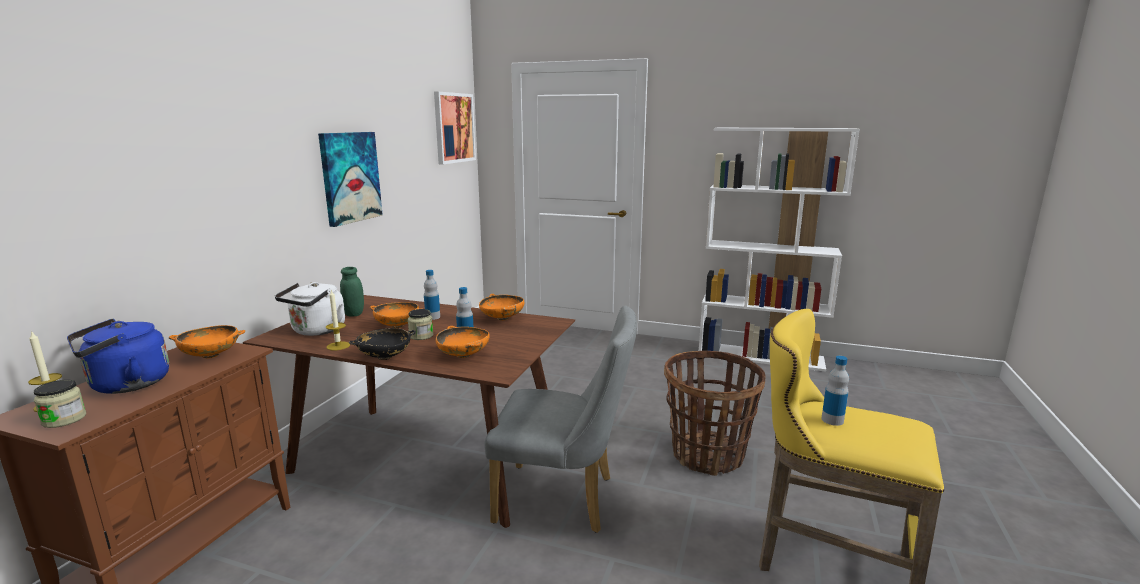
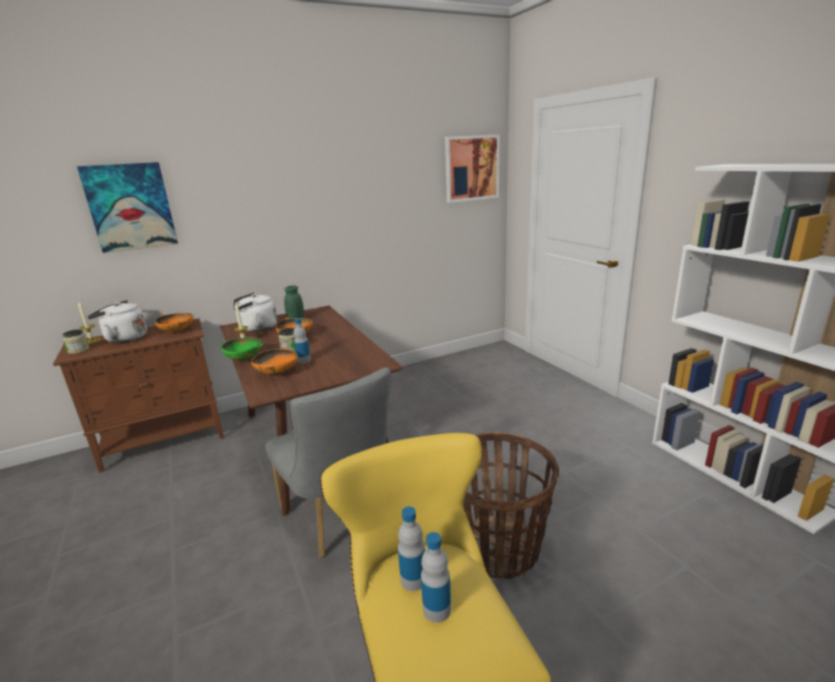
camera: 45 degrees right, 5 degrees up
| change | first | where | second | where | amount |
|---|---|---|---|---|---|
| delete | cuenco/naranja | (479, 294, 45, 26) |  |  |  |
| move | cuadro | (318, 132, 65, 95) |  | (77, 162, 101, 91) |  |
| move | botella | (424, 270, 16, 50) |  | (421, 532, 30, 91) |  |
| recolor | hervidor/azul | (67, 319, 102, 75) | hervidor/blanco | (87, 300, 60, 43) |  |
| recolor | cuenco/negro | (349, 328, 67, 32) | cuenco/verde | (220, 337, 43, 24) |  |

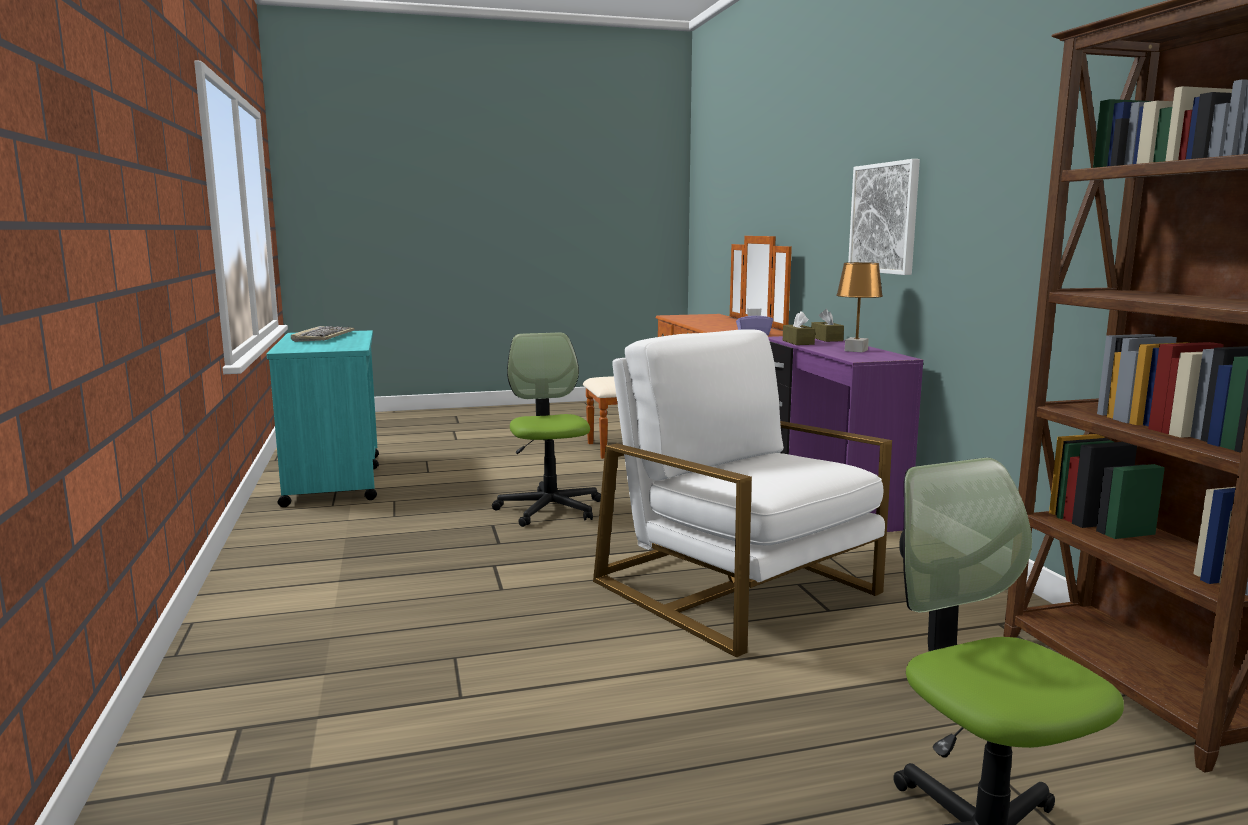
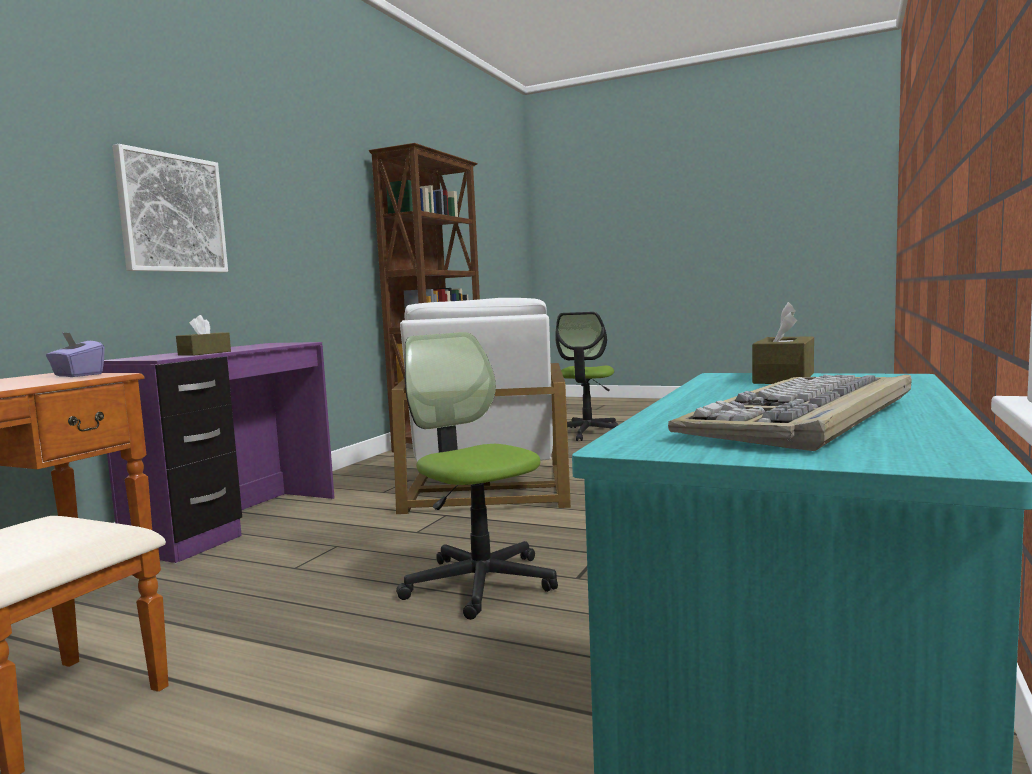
camera: 140 degrees left, 5 degrees down
| change | first | where | second | where | amount |
|---|---|---|---|---|---|
| delete | lámpara de mesa/marrón | (836, 262, 47, 90) |  |  |  |
| move | caja de pañuelos/marrón | (811, 309, 33, 33) |  | (752, 302, 62, 82) |  |
| rotate | silla de oficina | (492, 332, 109, 195) |  | (396, 332, 162, 288) | 120 degrees clockwise |

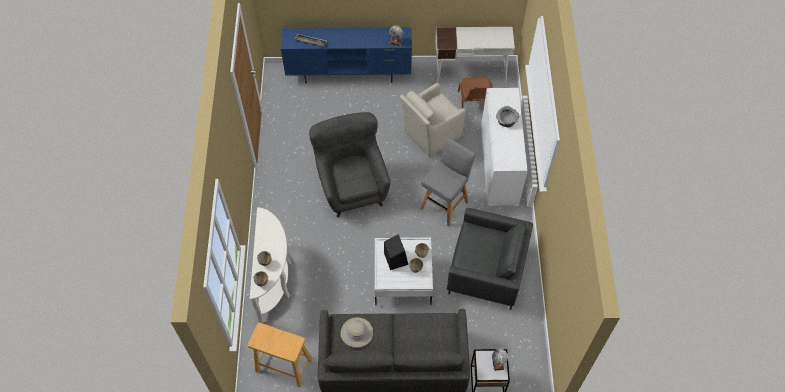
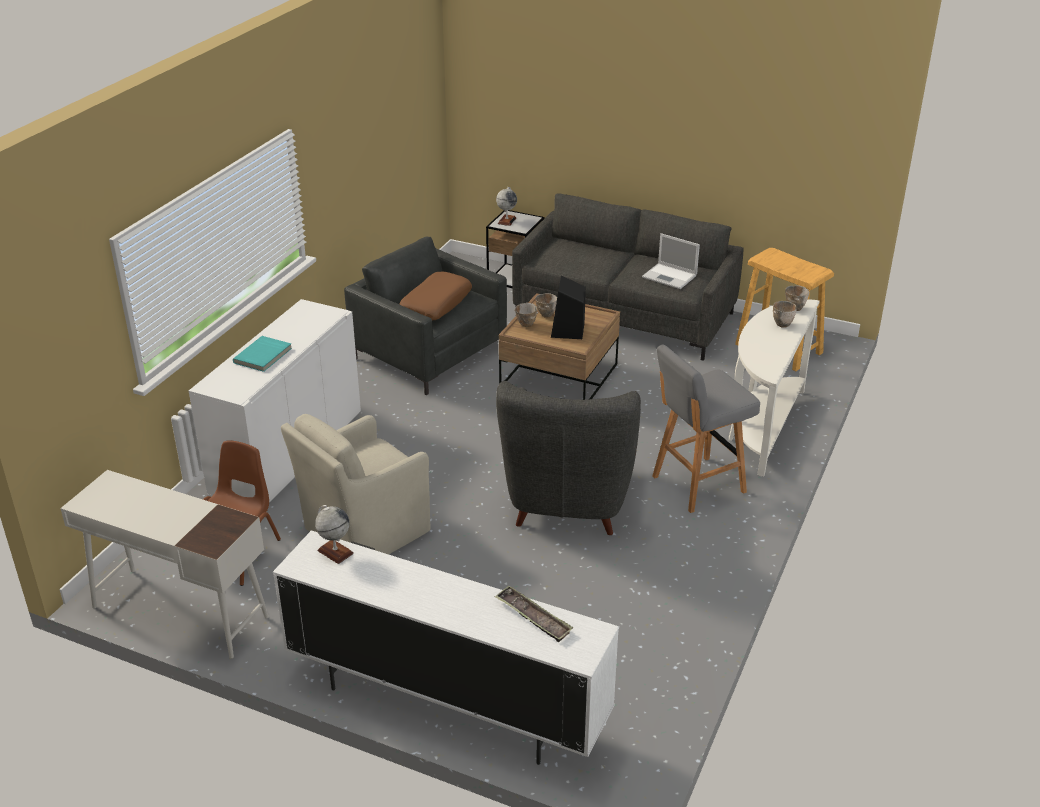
camera: 155 degrees left, 25 degrees down
| change | first | where | second | where | amount |
|---|---|---|---|---|---|
| insert |  |  | cojín/marrón | (399, 271, 73, 49) |  |
| move | taburete/gris | (421, 138, 55, 89) |  | (652, 345, 108, 168) |  |
| replace | sombrero/beis | (341, 317, 32, 31) | portátil | (642, 233, 58, 56) |  |
| replace | cuenco/gris | (496, 106, 23, 21) | libro/turquesa | (233, 336, 59, 36) |  |
| recolor | mueble de televisión/azul | (281, 27, 131, 56) | mueble de televisión/blanco | (273, 530, 346, 235) |  |
| recolor | mesa de centro/blanco | (375, 238, 58, 67) | mesa de centro/marrón | (499, 293, 121, 107) |  |
| rotate | sillón/beis | (400, 83, 66, 74) |  | (281, 414, 149, 140) | 150 degrees clockwise |

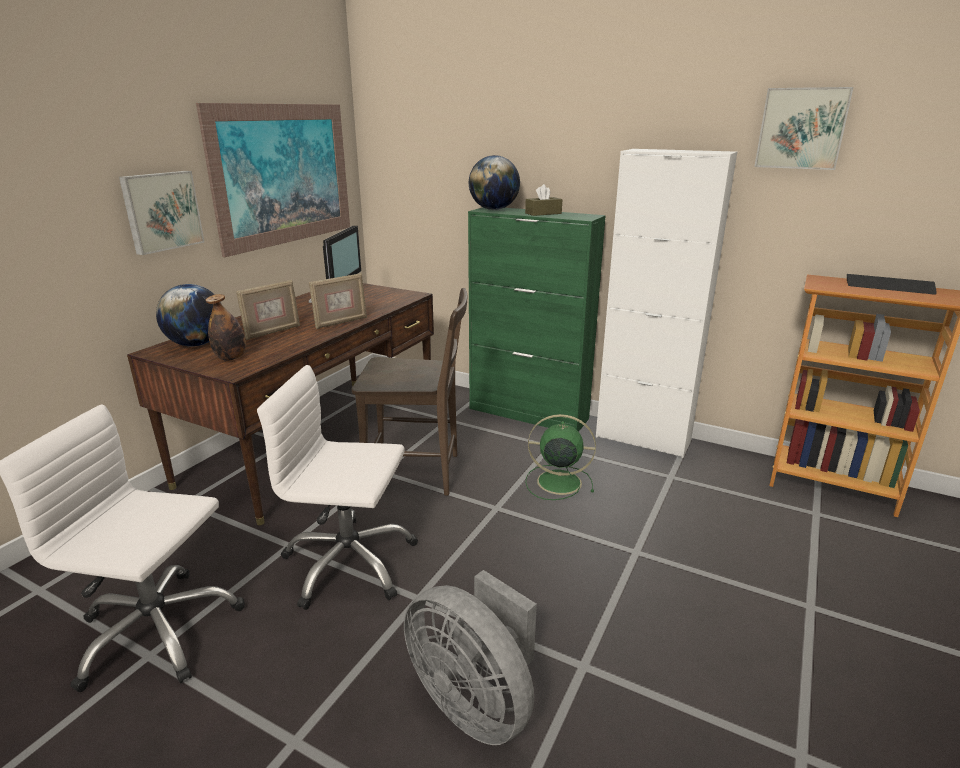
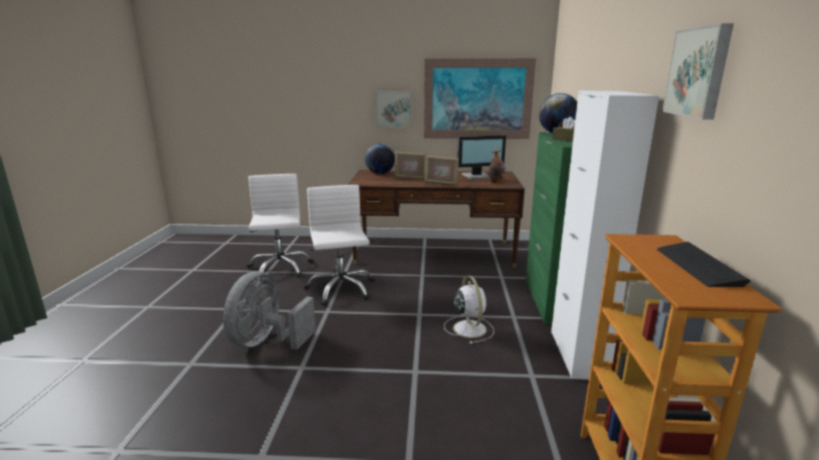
camera: 65 degrees right, 5 degrees down
| change | first | where | second | where | amount |
|---|---|---|---|---|---|
| delete | silla/marrón | (352, 288, 115, 208) |  |  |  |
| move | botella | (206, 294, 40, 67) |  | (489, 150, 17, 33) |  |
| recolor | ventilador/verde | (526, 414, 70, 86) | ventilador/blanco | (444, 276, 50, 68) |  |

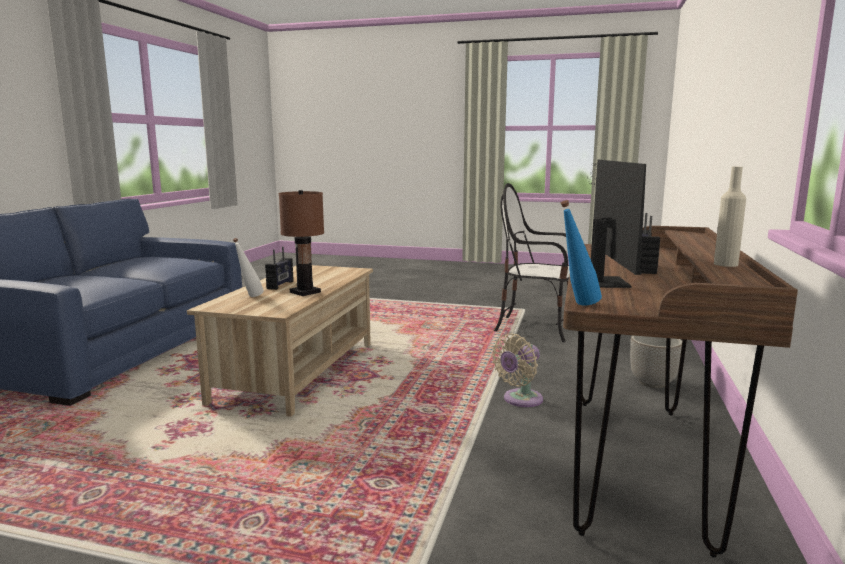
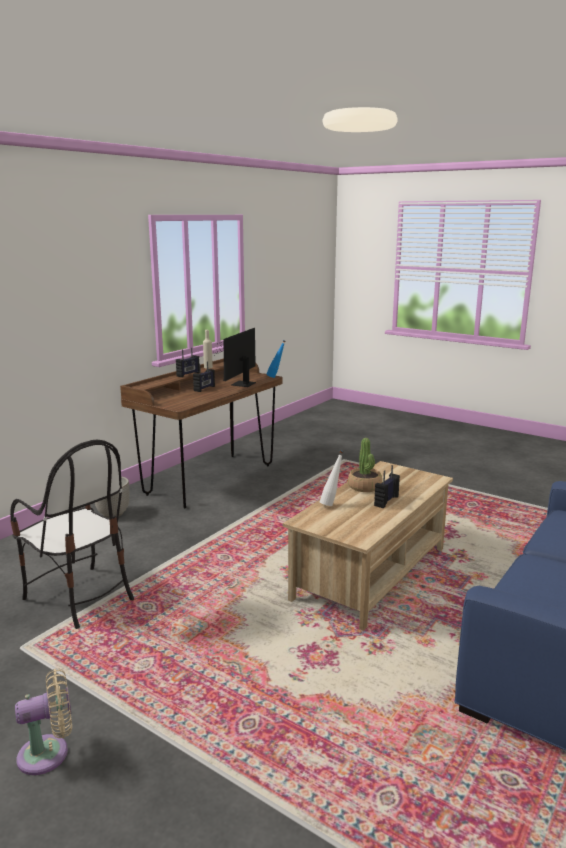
camera: 160 degrees left, 5 degrees up
| change | first | where | second | where | amount |
|---|---|---|---|---|---|
| insert |  |  | radio | (176, 348, 23, 29) |  |
| move | botella/blanco | (233, 238, 31, 59) |  | (320, 450, 24, 56) |  |
| move | ventilador/beis | (492, 333, 51, 74) |  | (15, 669, 57, 106) |  |
| replace | lámpara de mesa/marrón | (279, 190, 45, 106) | planta en maceta | (348, 438, 35, 54) |  |

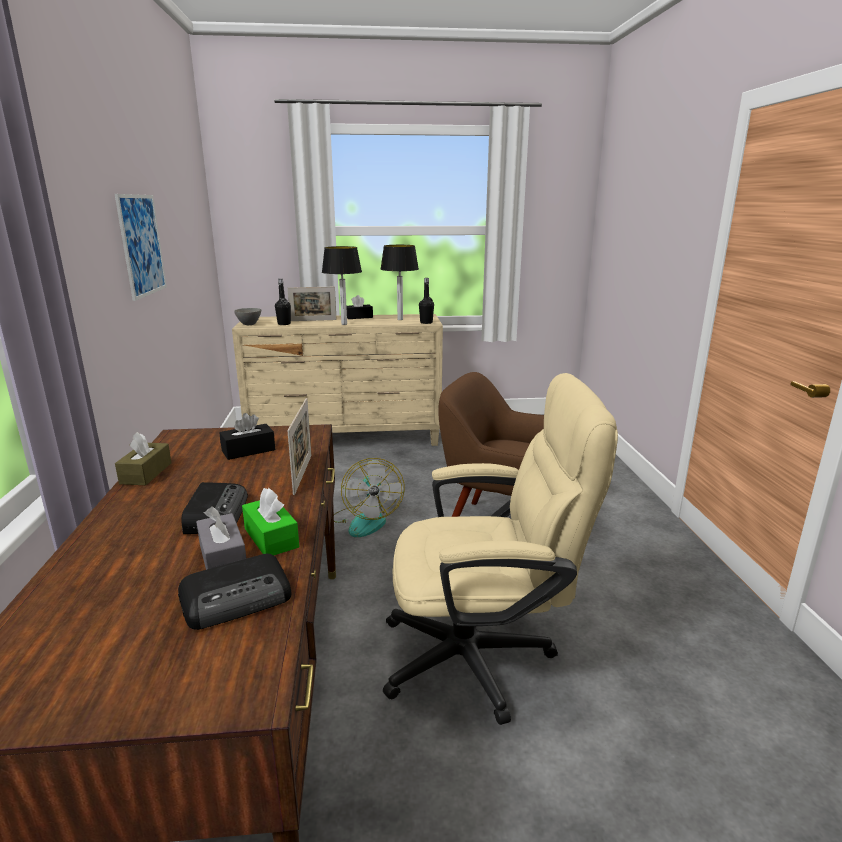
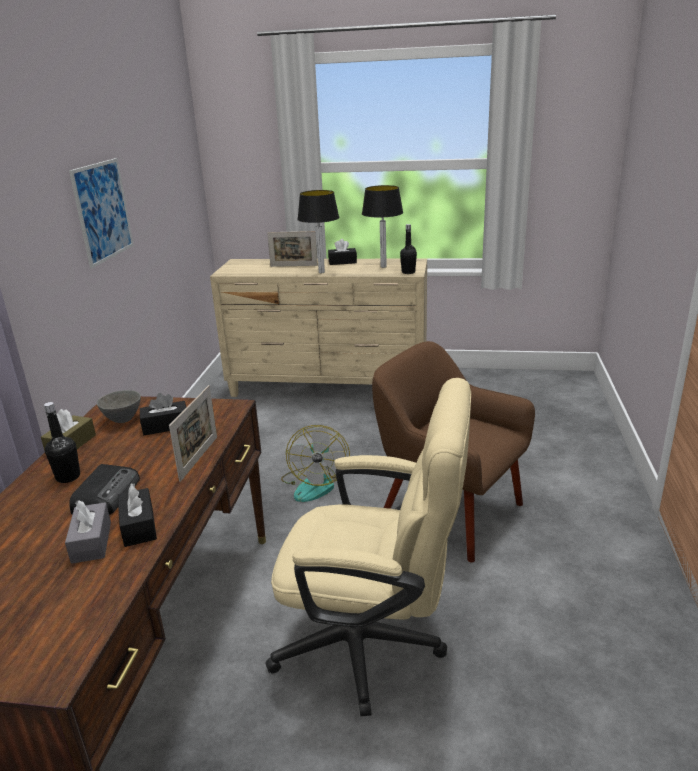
camera: 15 degrees right, 5 degrees up
| change | first | where | second | where | amount |
|---|---|---|---|---|---|
| delete | radio | (178, 554, 113, 76) |  |  |  |
| move | cuenco/gris | (234, 308, 27, 17) |  | (97, 390, 44, 33) |  |
| move | botella/negro | (275, 279, 16, 46) |  | (44, 402, 36, 81) |  |
| recolor | caja de pañuelos/verde | (242, 488, 57, 67) | caja de pañuelos/negro | (118, 483, 39, 64) |  |

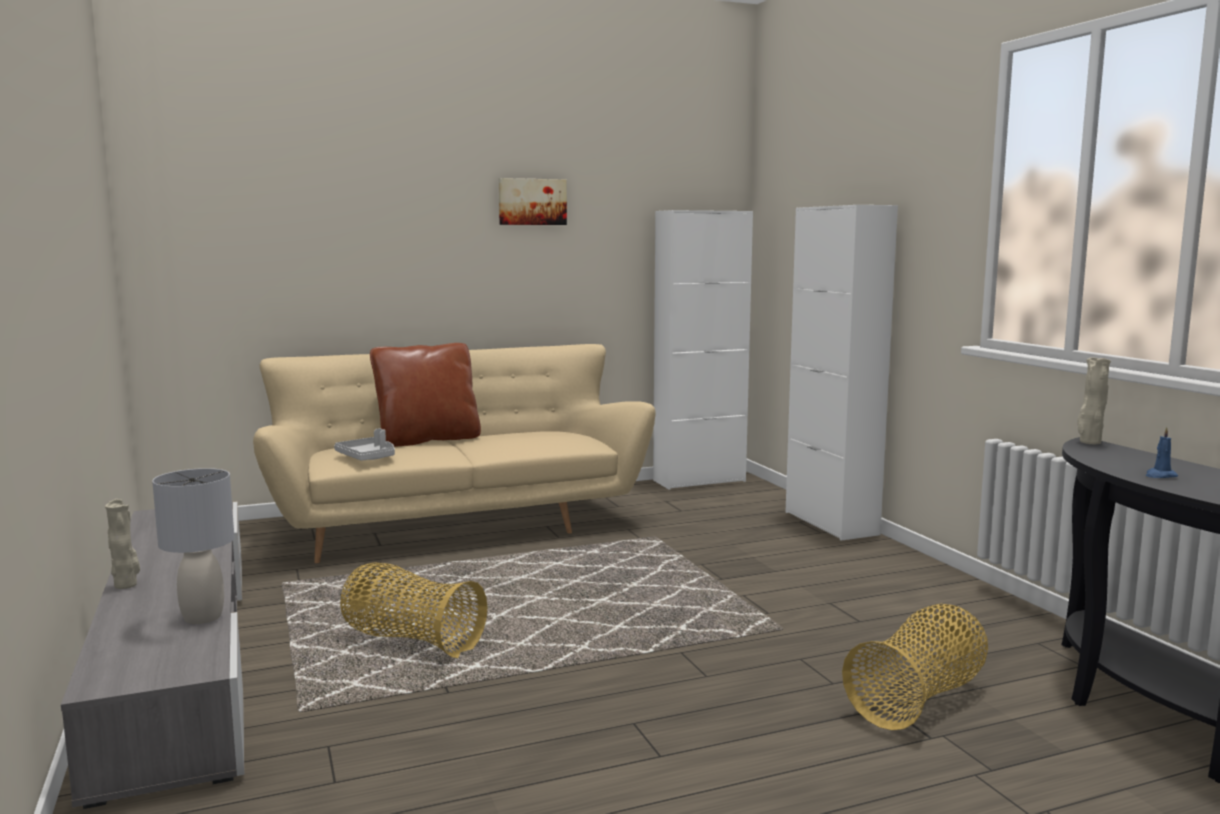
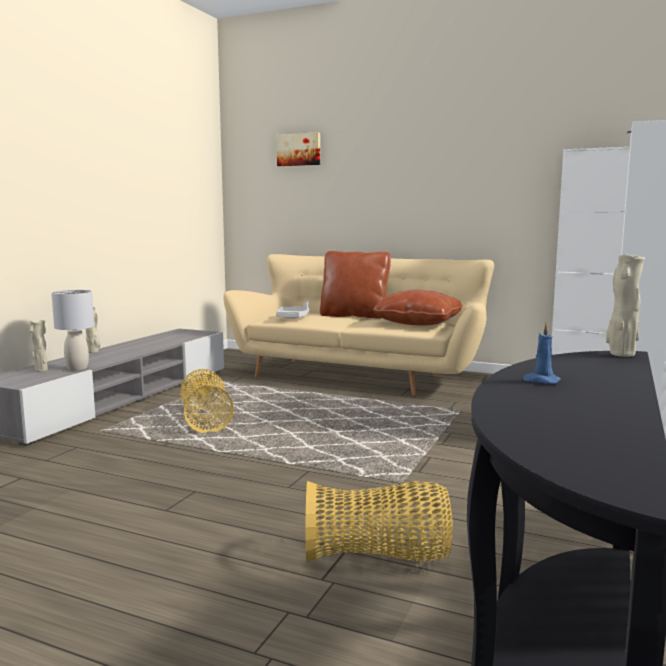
camera: 45 degrees right, 0 degrees up
| change | first | where | second | where | amount |
|---|---|---|---|---|---|
| insert |  |  | florero/beis | (29, 320, 19, 52) |  |
| insert |  |  | cojín/marrón | (372, 290, 91, 35) |  |
| move | cuadro | (499, 178, 68, 47) |  | (277, 132, 43, 34) |  |

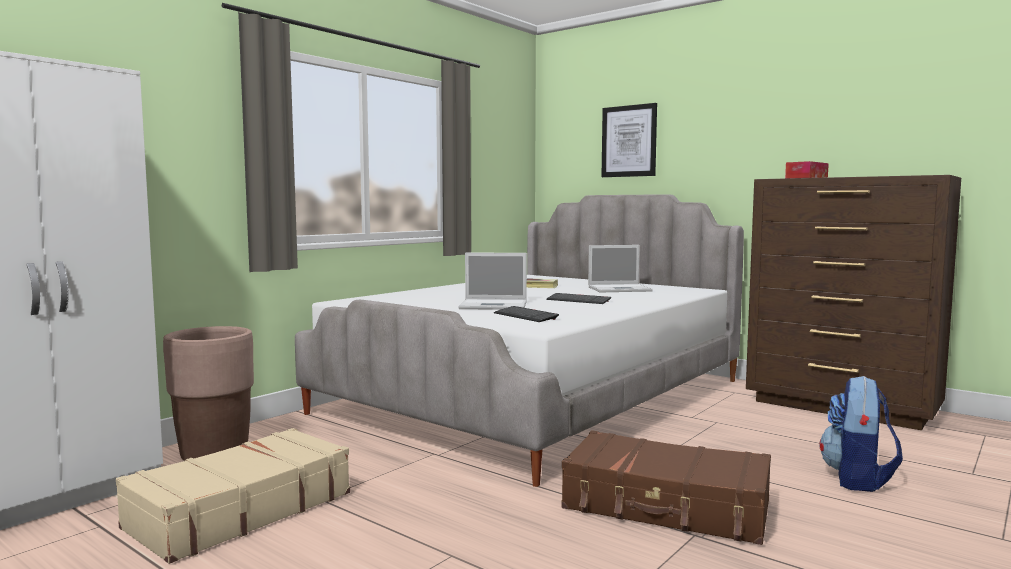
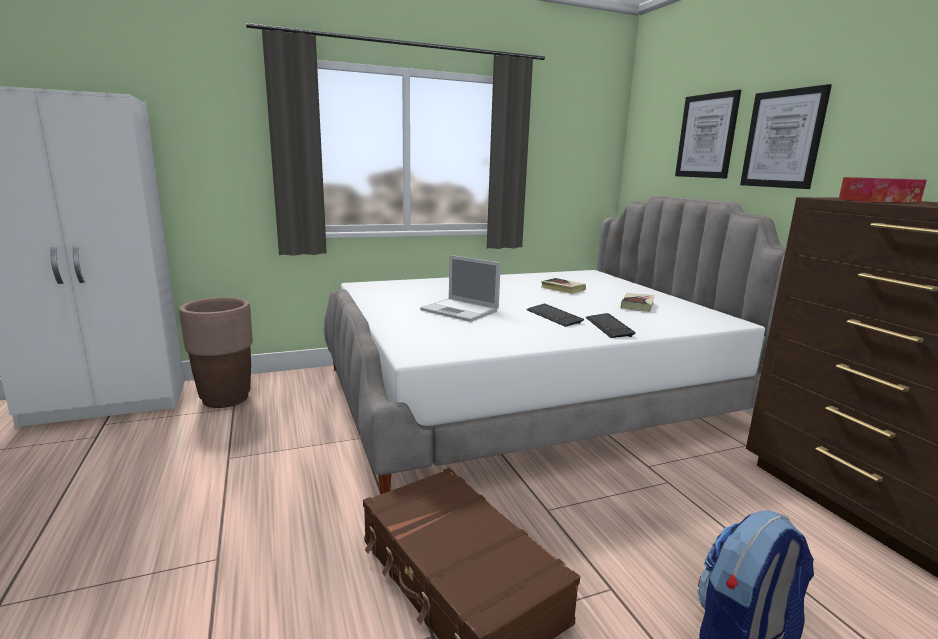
camera: 30 degrees right, 10 degrees up
| change | first | where | second | where | amount |
|---|---|---|---|---|---|
| delete | maleta/beis | (116, 428, 234, 136) |  |  |  |
| insert |  |  | cuadro | (740, 84, 92, 105) |  |
| move | teclado | (494, 306, 65, 16) |  | (586, 313, 49, 25) |  |
| replace | portátil | (588, 245, 65, 47) | libro | (621, 293, 34, 19) |  |

